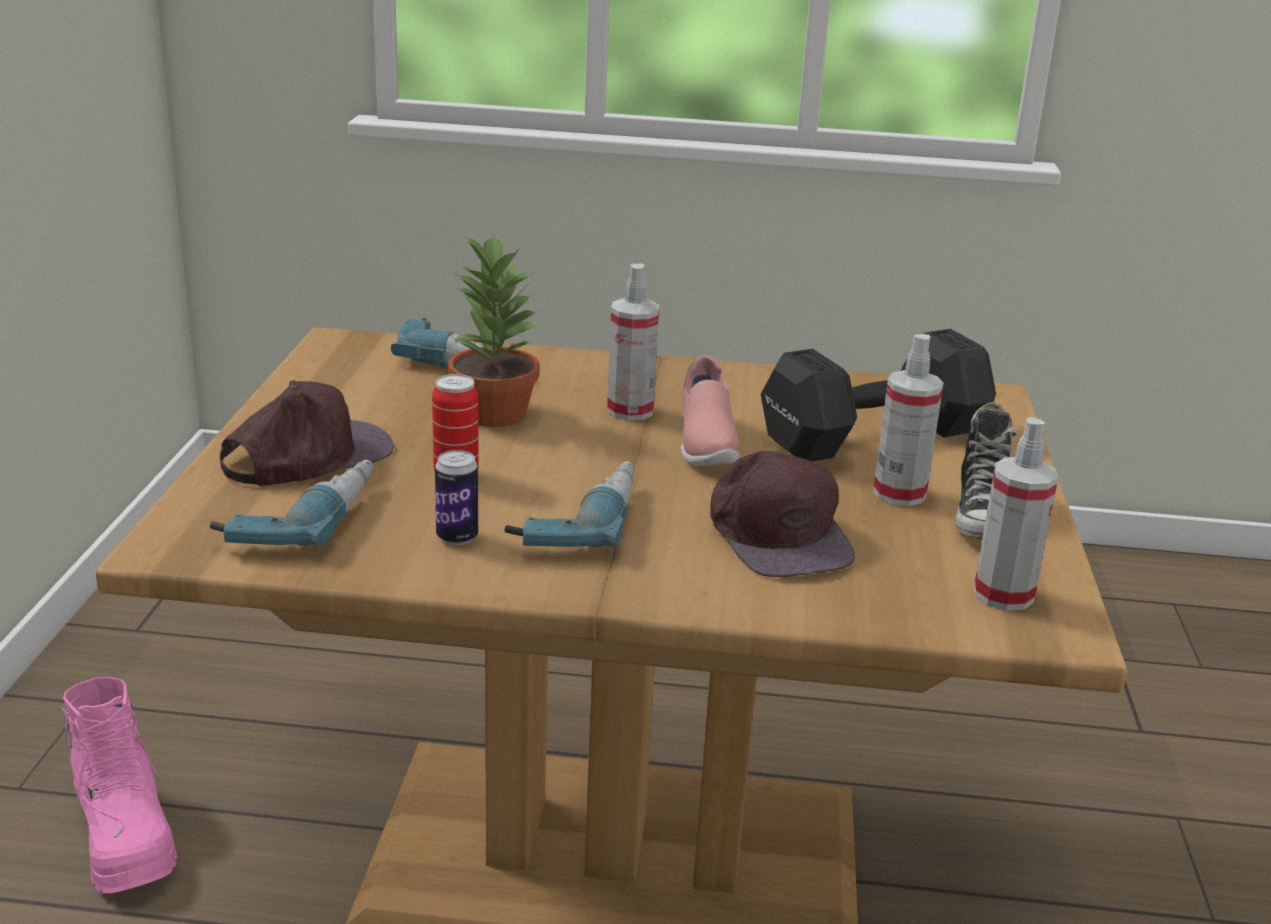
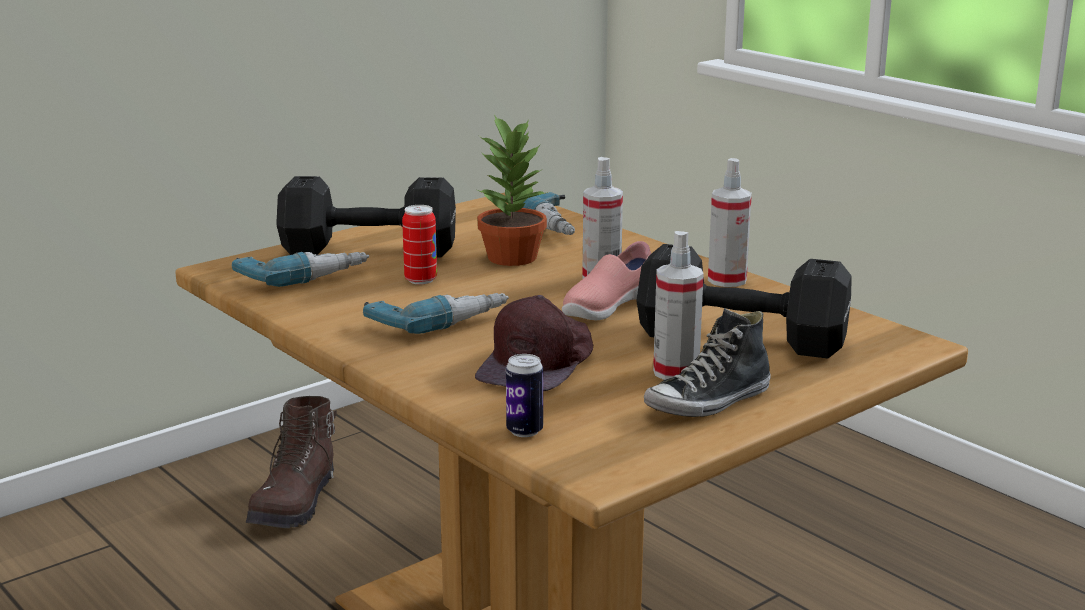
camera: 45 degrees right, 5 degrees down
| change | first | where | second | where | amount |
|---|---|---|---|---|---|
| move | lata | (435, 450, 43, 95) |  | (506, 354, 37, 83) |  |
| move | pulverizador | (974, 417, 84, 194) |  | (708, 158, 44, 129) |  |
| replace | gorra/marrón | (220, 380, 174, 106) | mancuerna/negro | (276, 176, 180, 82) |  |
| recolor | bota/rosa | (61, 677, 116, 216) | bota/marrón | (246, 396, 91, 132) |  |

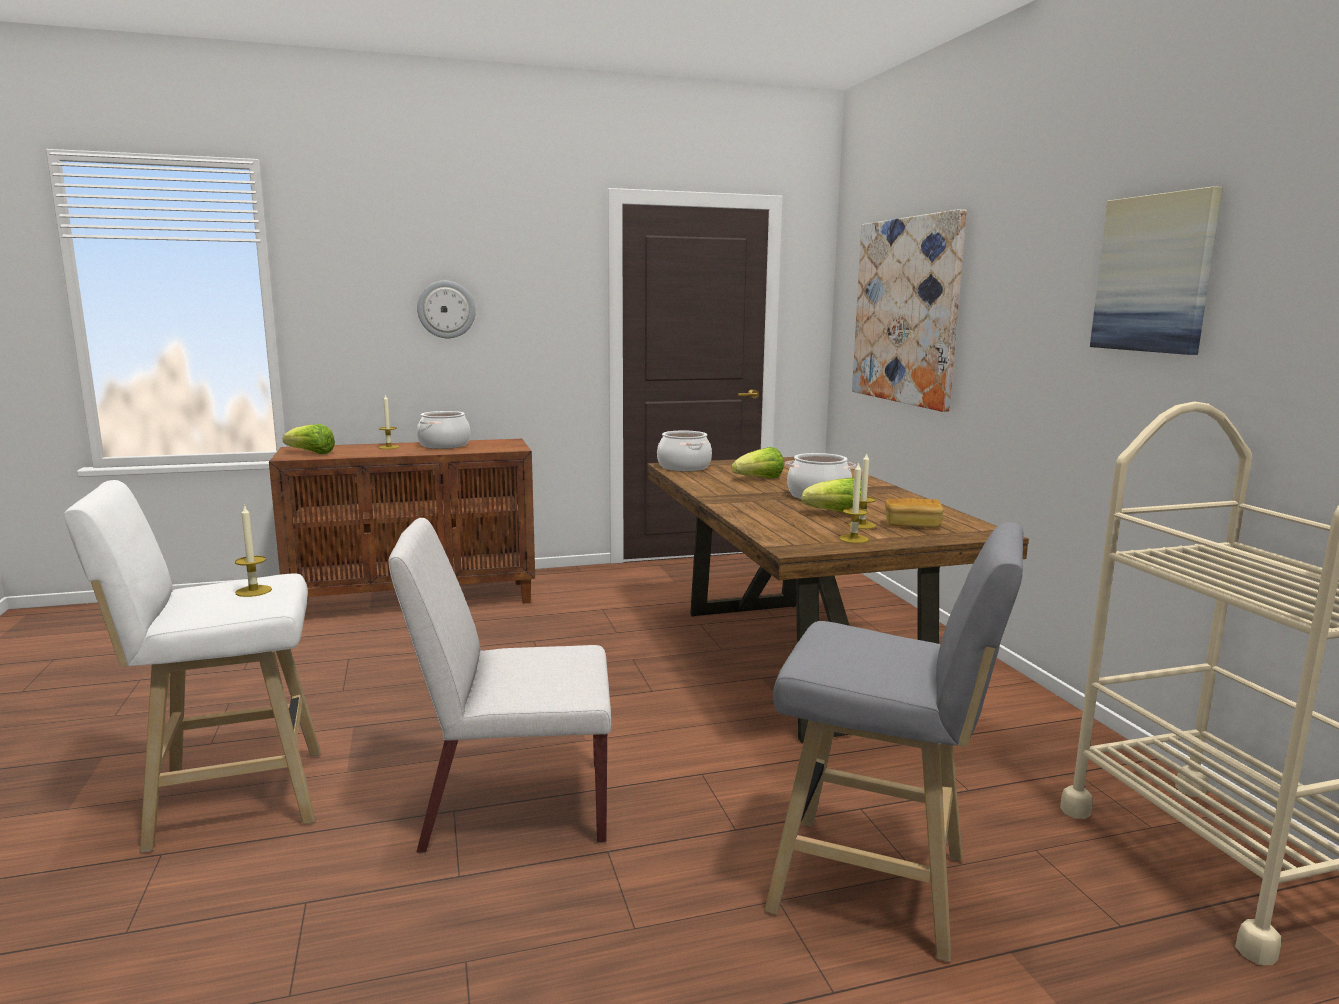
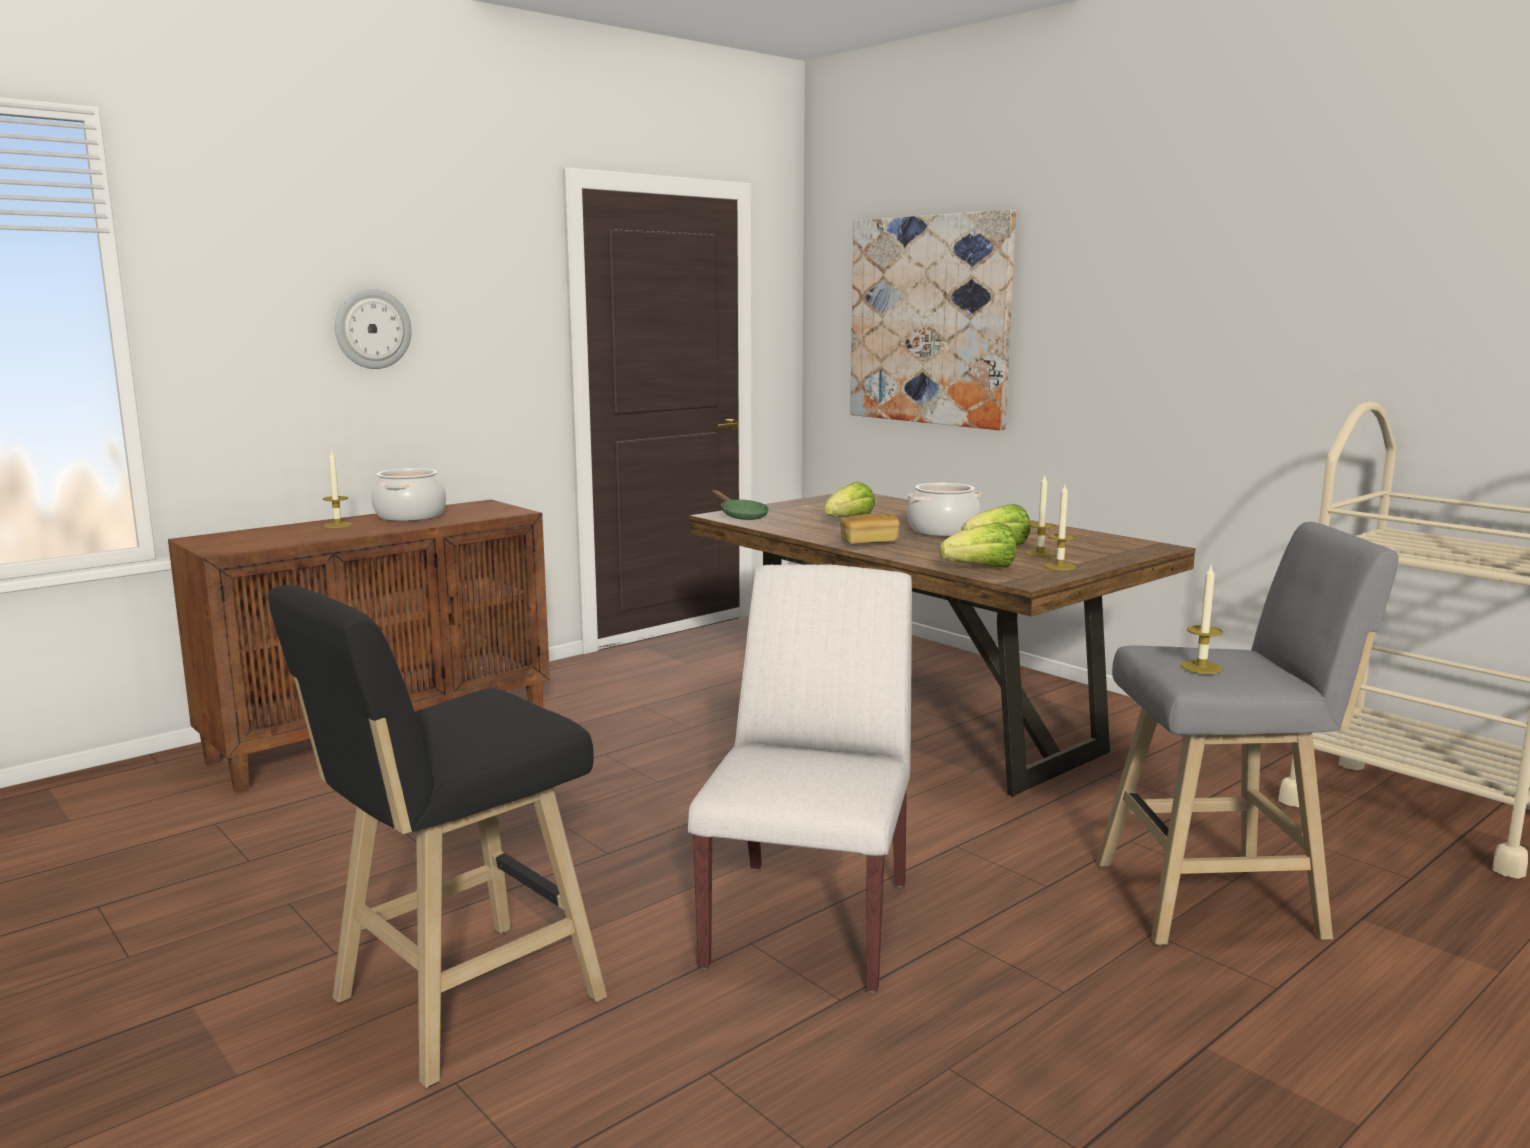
camera: 25 degrees left, 0 degrees up
| change | first | where | second | where | amount |
|---|---|---|---|---|---|
| delete | cuadro | (1090, 186, 133, 169) |  |  |  |
| move | vela | (235, 504, 37, 93) |  | (1181, 566, 42, 108) |  |
| move | lechuga | (283, 424, 52, 30) |  | (939, 522, 77, 45) |  |
| move | pan | (885, 498, 58, 30) |  | (840, 513, 60, 31) |  |
| replace | olla | (657, 430, 55, 42) | sartén/verde | (712, 490, 57, 30) |  |
| recolor | taburete/blanco | (64, 480, 257, 372) | taburete/negro | (268, 585, 339, 503) |  |
| rotate | silla/blanco | (388, 518, 223, 335) |  | (688, 564, 224, 429) | 135 degrees clockwise |

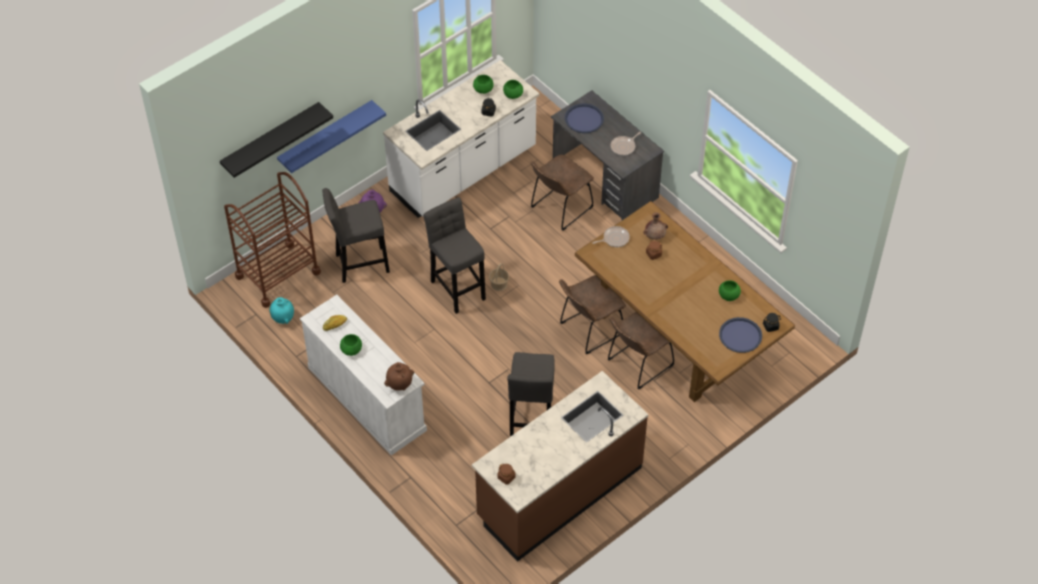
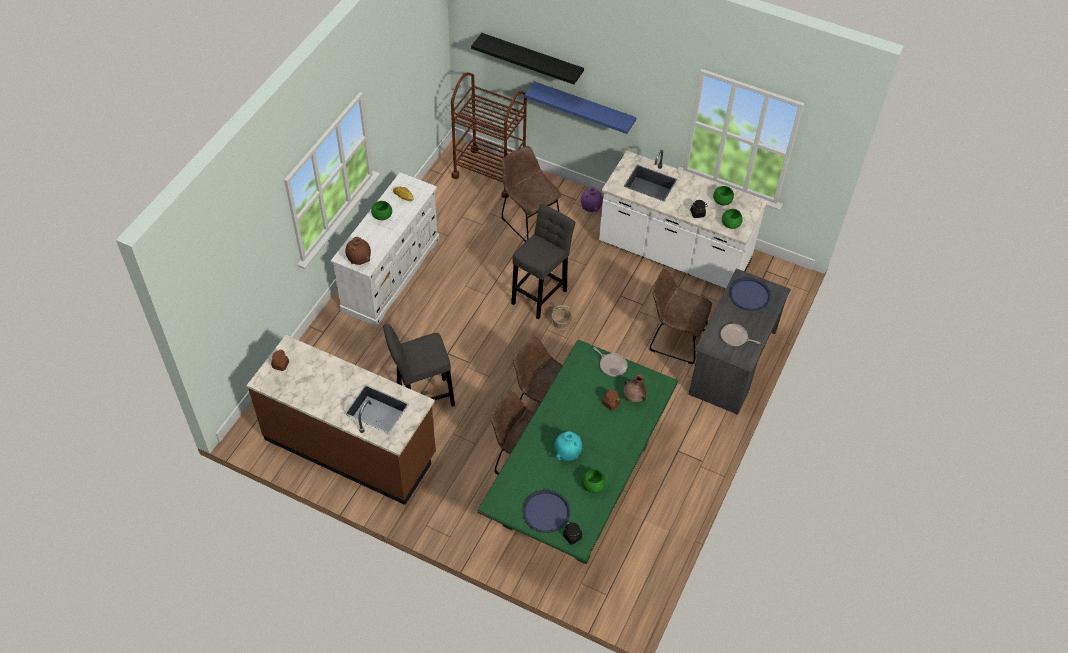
camera: 65 degrees right, 0 degrees up
| change | first | where | second | where | amount |
|---|---|---|---|---|---|
| move | florero/turquesa | (270, 297, 24, 27) |  | (554, 431, 28, 30) |  |
| replace | taburete/gris | (322, 188, 68, 95) | silla/marrón | (502, 146, 59, 96) |  |
| recolor | mesa de comedor/marrón | (575, 201, 220, 201) | mesa de comedor/verde | (478, 340, 200, 224) |  |

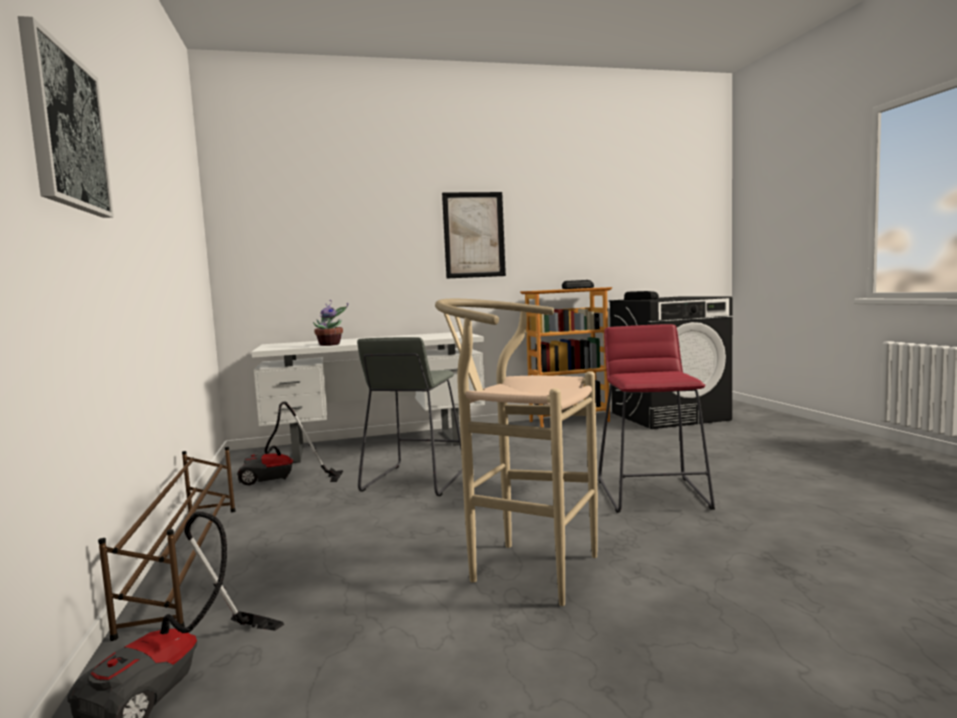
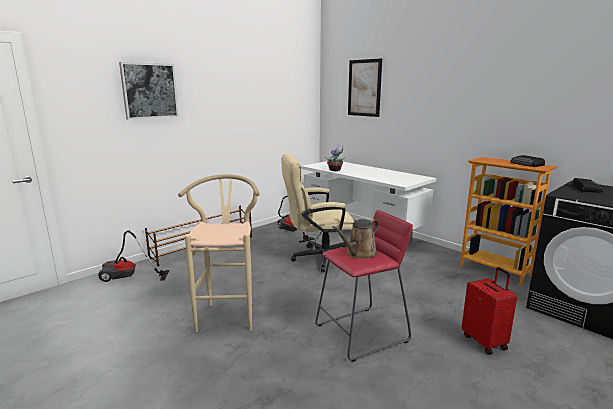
camera: 60 degrees right, 10 degrees up
| change | first | where | second | where | amount |
|---|---|---|---|---|---|
| insert |  |  | regadera/marrón | (332, 219, 47, 40) |  |
| insert |  |  | maleta/rojo | (462, 267, 55, 88) |  |
| move | cuadro | (442, 192, 64, 87) |  | (348, 58, 34, 59) |  |
| replace | taburete/gris | (357, 337, 105, 159) | silla de oficina/beis | (282, 153, 72, 119) |  |

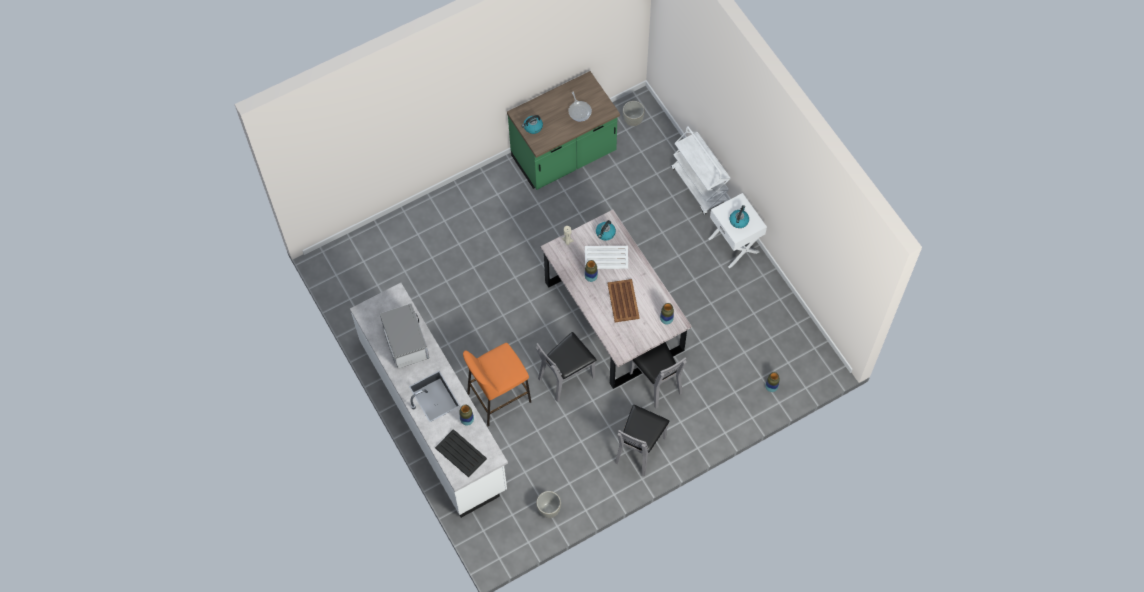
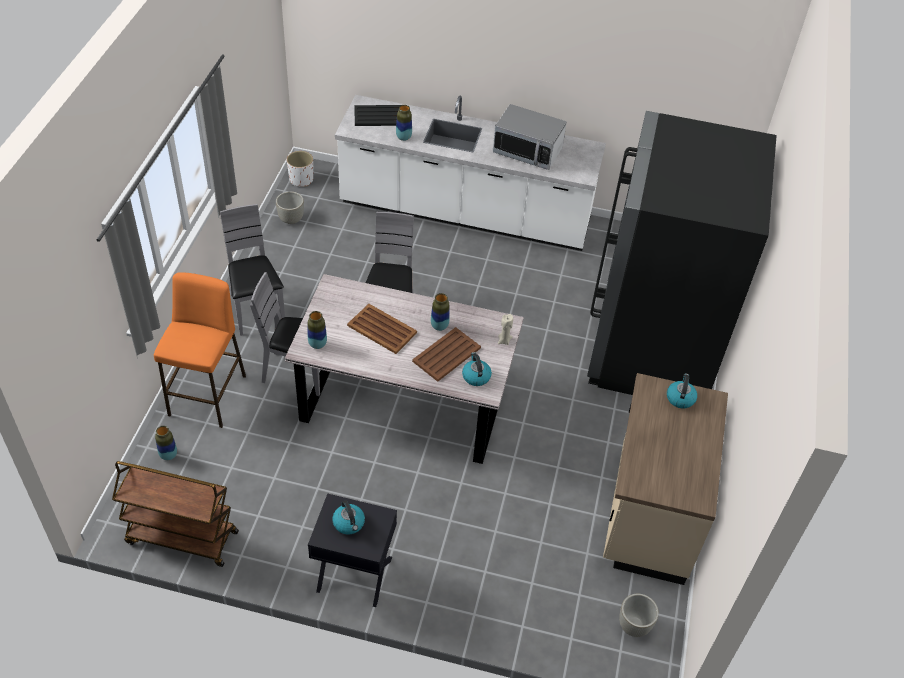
camera: 130 degrees right, 15 degrees down
| change | first | where | second | where | amount |
|---|---|---|---|---|---|
| delete | sartén | (568, 92, 24, 29) |  |  |  |
| delete | carrito/blanco | (671, 127, 60, 88) |  |  |  |
| insert |  |  | carrito/marrón | (112, 461, 127, 106) |  |
| insert |  |  | maceta/blanco | (287, 151, 26, 36) |  |
| insert |  |  | nevera/negro | (587, 111, 190, 284) |  |
| move | taburete/naranja | (463, 343, 68, 83) |  | (154, 272, 92, 156) |  |
| recolor | mueble bajo de cocina/verde | (507, 71, 113, 119) | mueble bajo de cocina/beis | (603, 373, 125, 212) |  |
| recolor | bandeja/blanco | (585, 246, 43, 23) | bandeja/marrón | (412, 327, 69, 55) |  |
| recolor | mesita de noche/blanco | (709, 193, 58, 75) | mesita de noche/negro | (308, 494, 89, 113) |  |

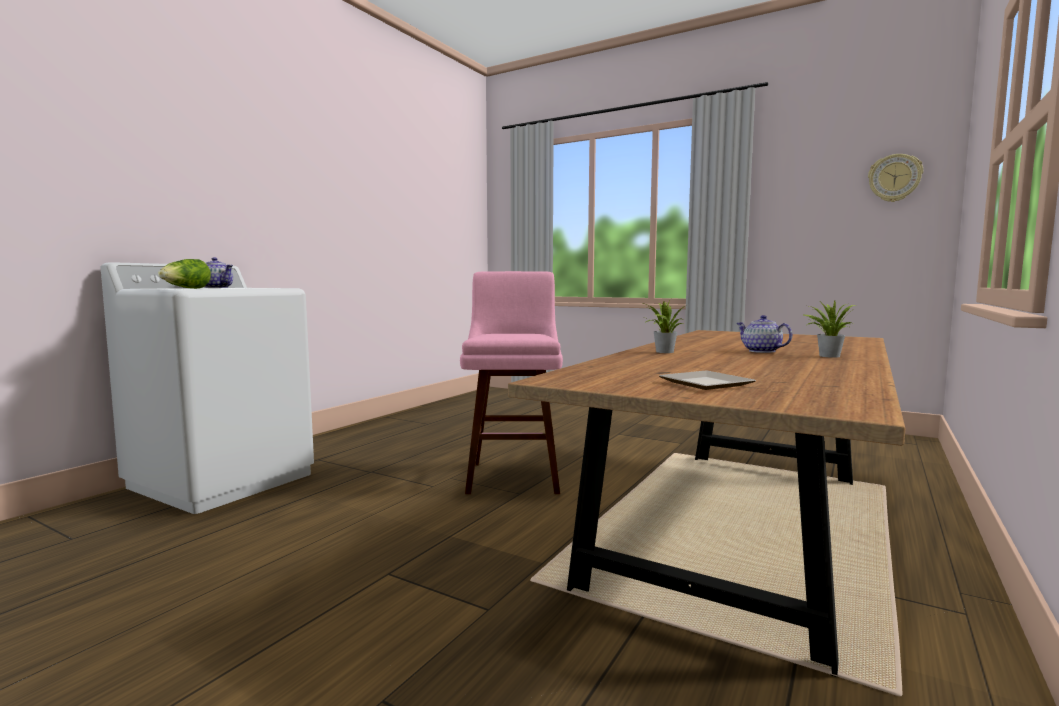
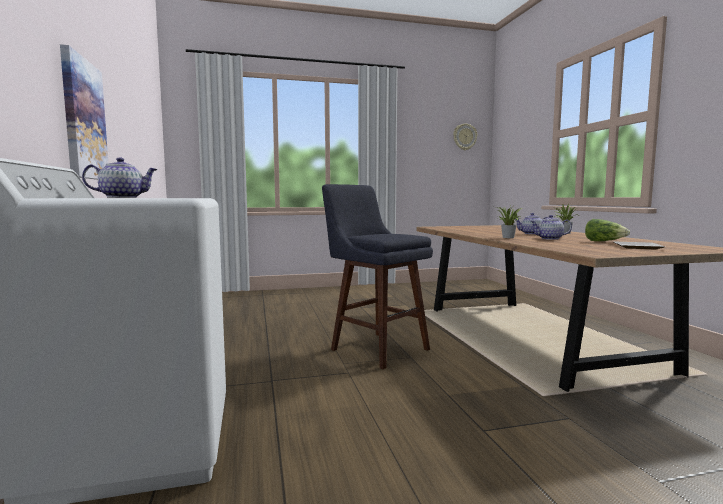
camera: 45 degrees left, 0 degrees up
| change | first | where | second | where | amount |
|---|---|---|---|---|---|
| insert |  |  | cuadro | (60, 44, 48, 136) |  |
| insert |  |  | tetera | (530, 215, 42, 25) |  |
| move | lechuga | (158, 259, 53, 30) |  | (585, 219, 45, 22) |  |
| recolor | taburete/rosa | (460, 271, 103, 223) | taburete/azul | (322, 184, 111, 185) |  |

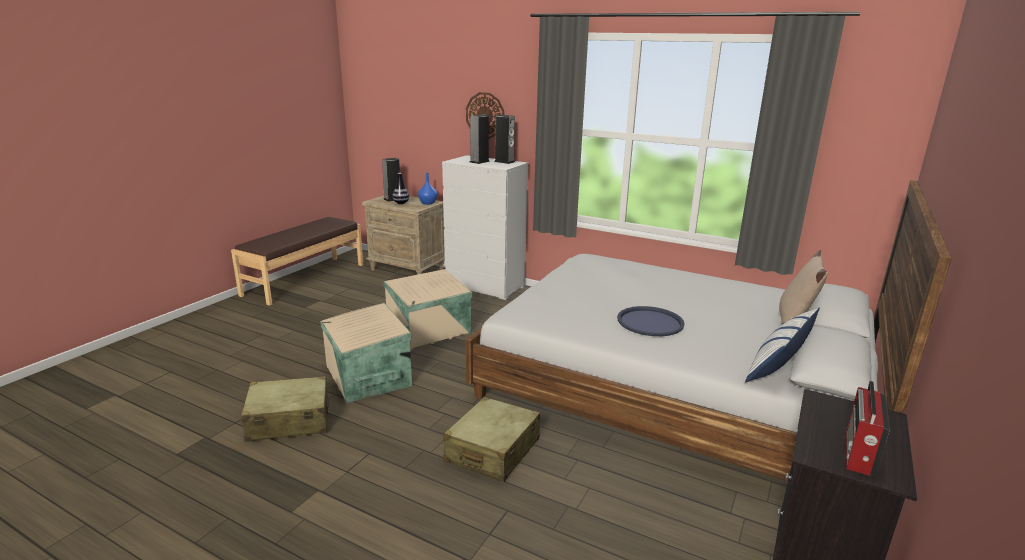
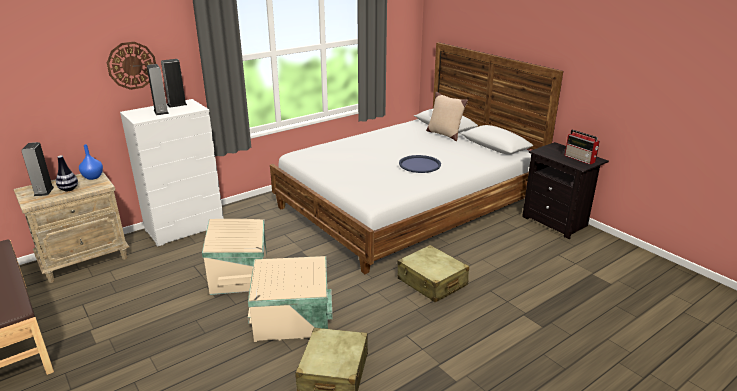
camera: 65 degrees left, 5 degrees up
| change | first | where | second | where | amount |
|---|---|---|---|---|---|
| delete | cojín | (745, 308, 75, 74) |  |  |  |

